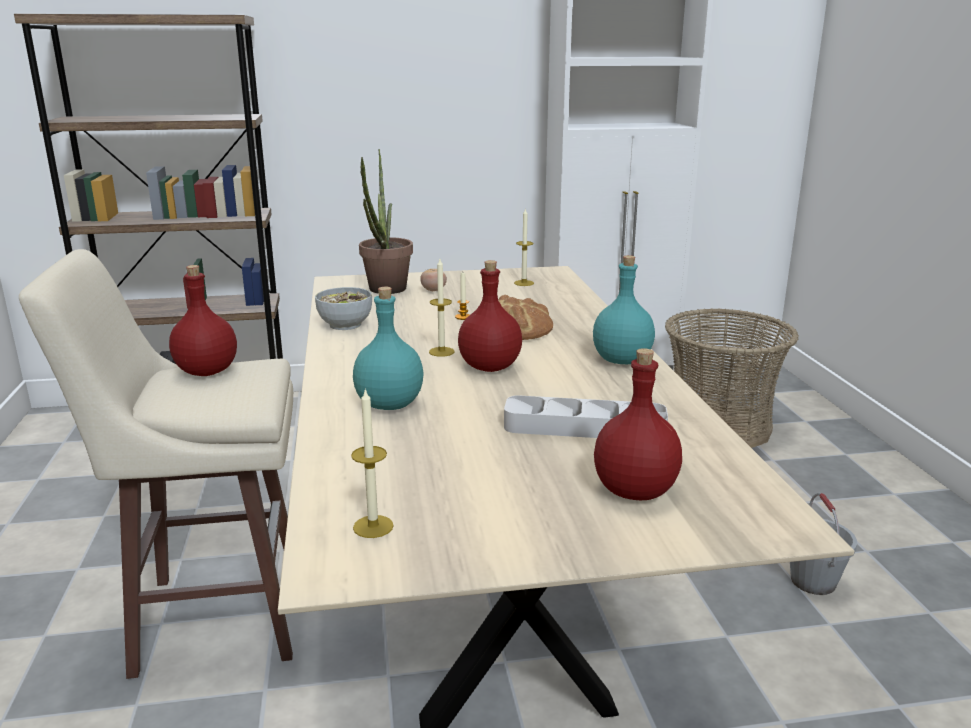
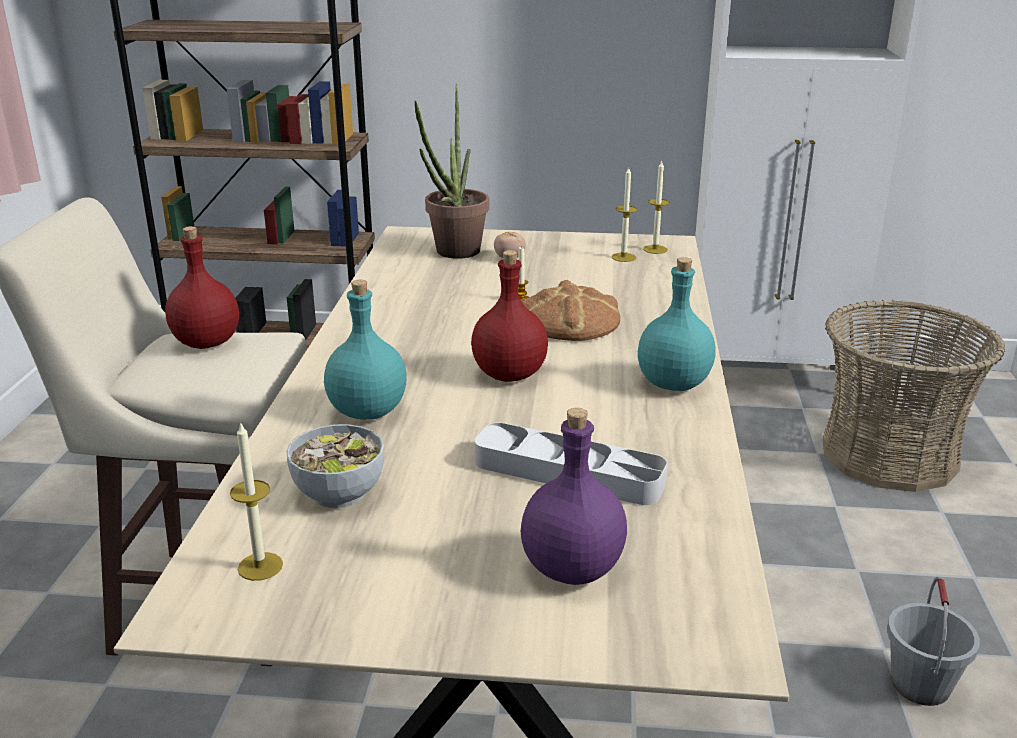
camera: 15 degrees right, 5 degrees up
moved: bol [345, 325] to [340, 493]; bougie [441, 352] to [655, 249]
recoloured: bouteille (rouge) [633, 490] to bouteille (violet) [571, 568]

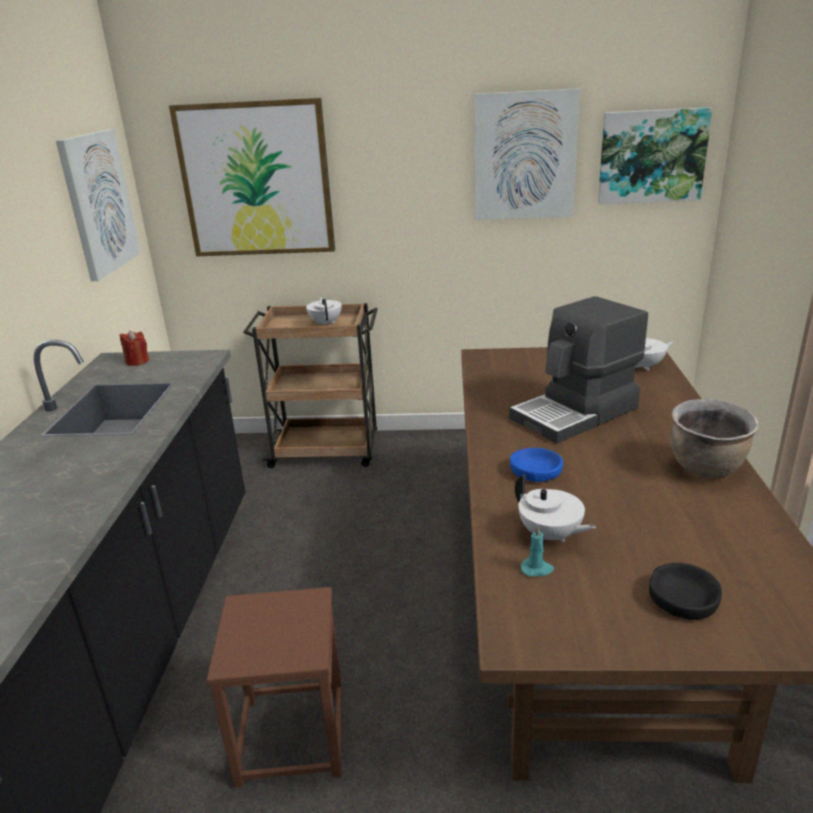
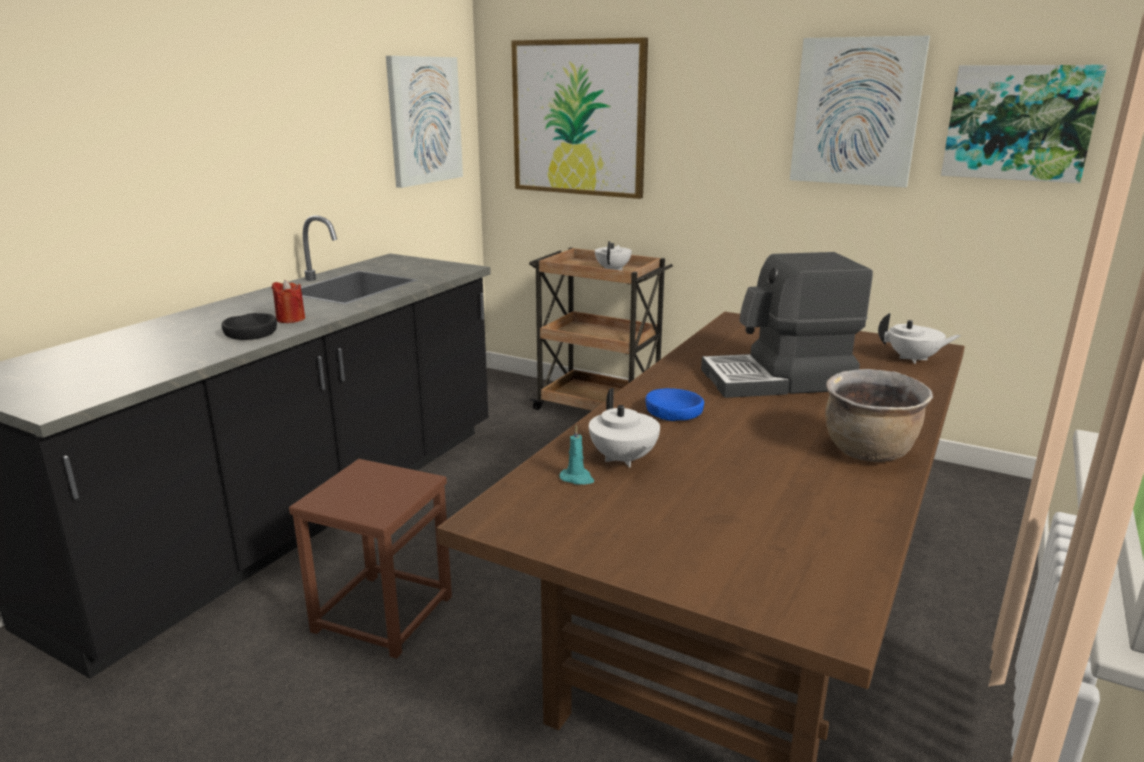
camera: 25 degrees right, 5 degrees down
moved: bougie (rouge) [137, 361] to [290, 319]; bol (noir) [682, 599] to [251, 333]

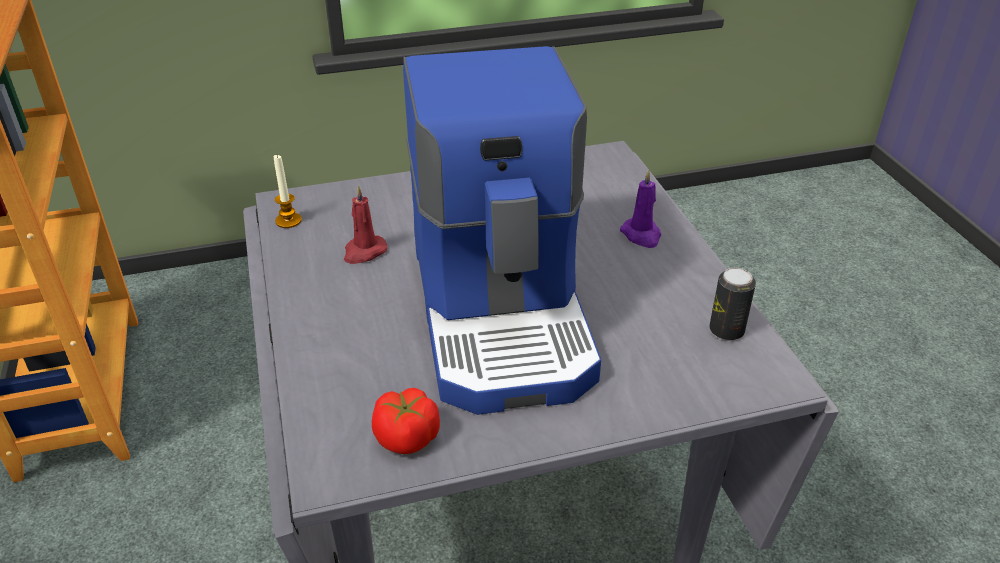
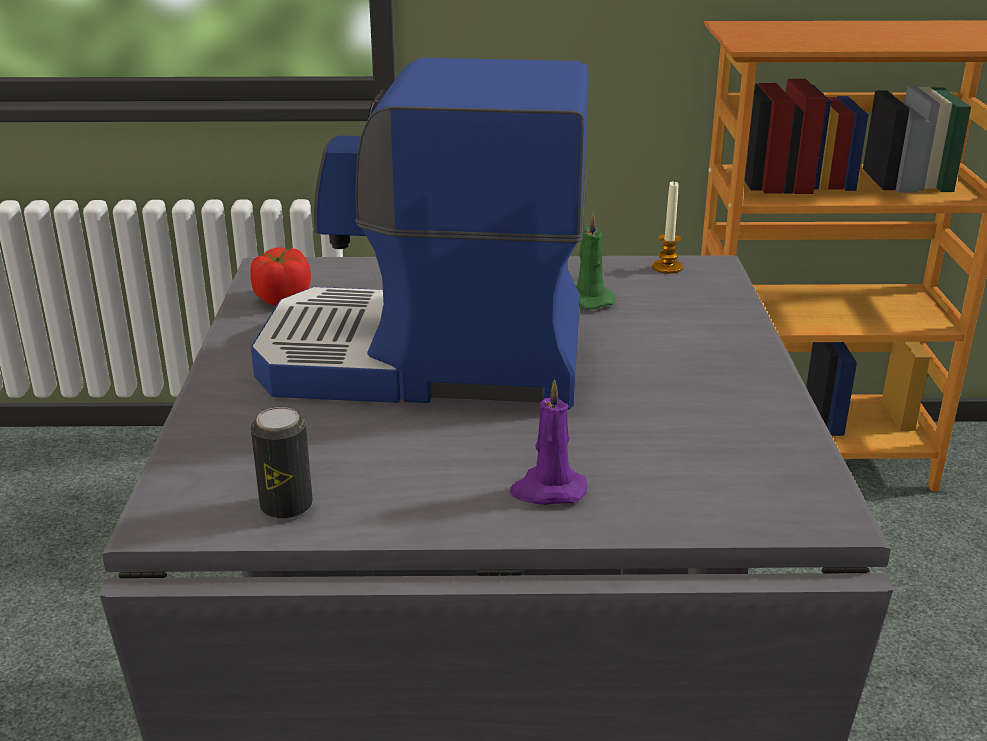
camera: 105 degrees right, 10 degrees down
recoloured: bougie (rouge) [364, 252] to bougie (vert) [587, 300]

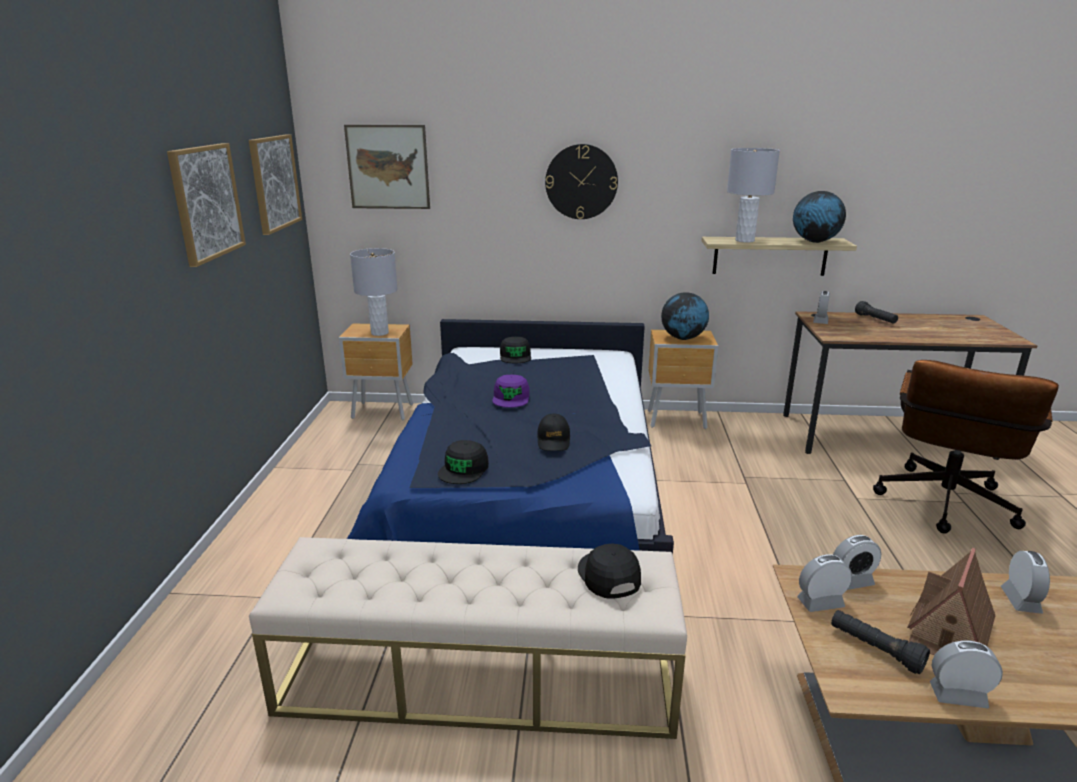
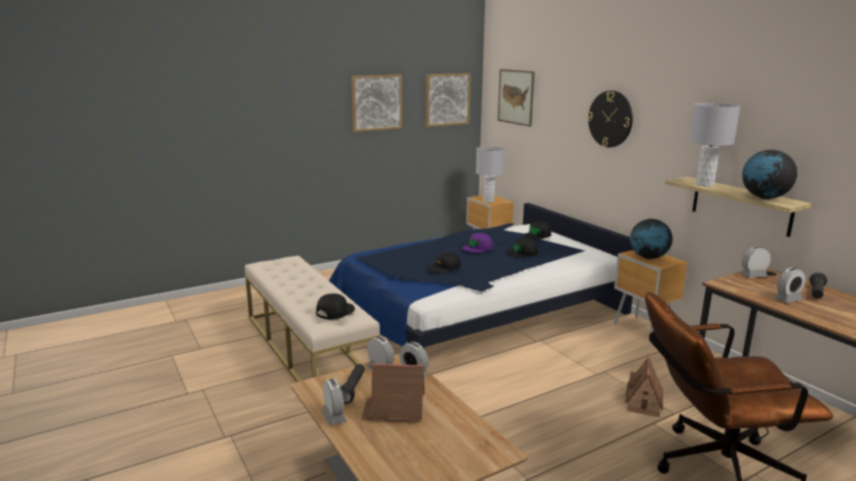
camera: 55 degrees right, 5 degrees down
added: maison miniature [643, 401]
moved: casquette (noir) [464, 469] to [522, 253]; réveil [1020, 600] to [787, 299]

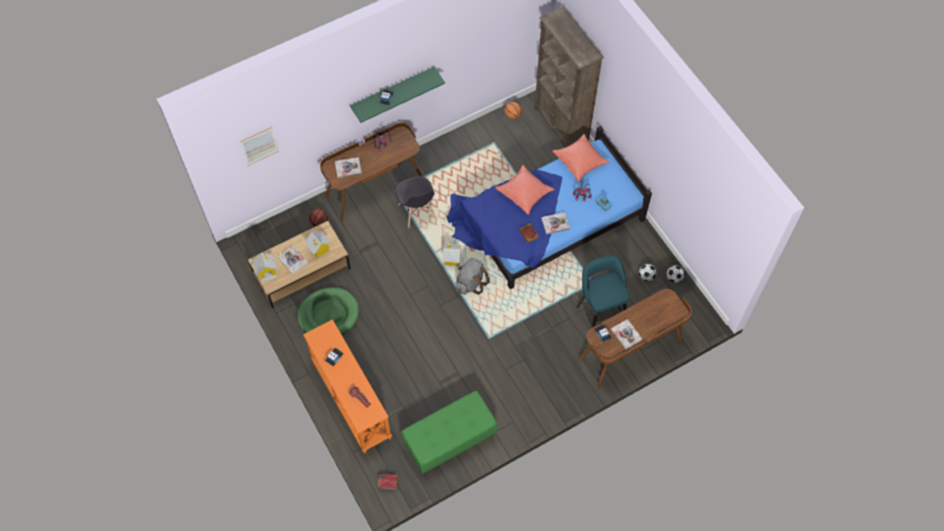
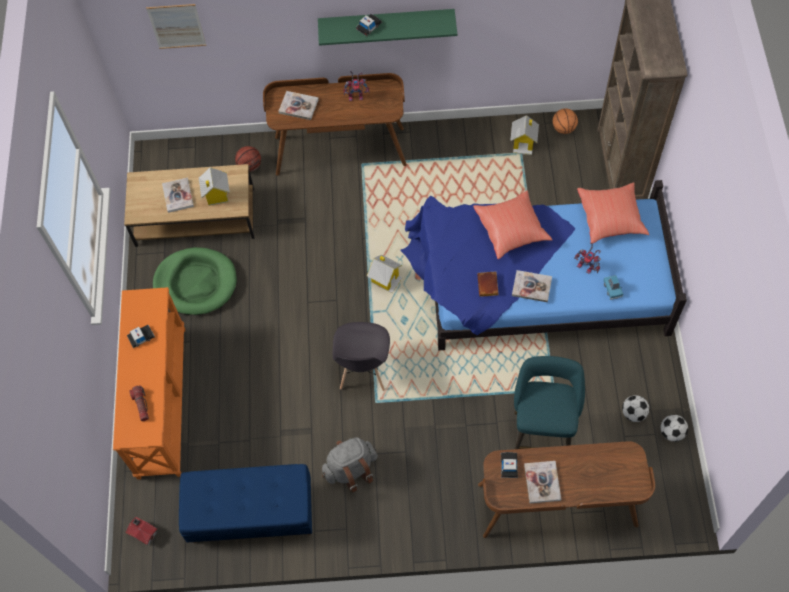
camera: 30 degrees right, 0 degrees up
moved: maison miniature [267, 271] to [523, 143]; chaise (gris) [416, 211] to [363, 371]; sac à dos (gris) [471, 283] to [351, 469]
recoloured: banc (vert) [449, 440] to banc (bleu) [251, 514]

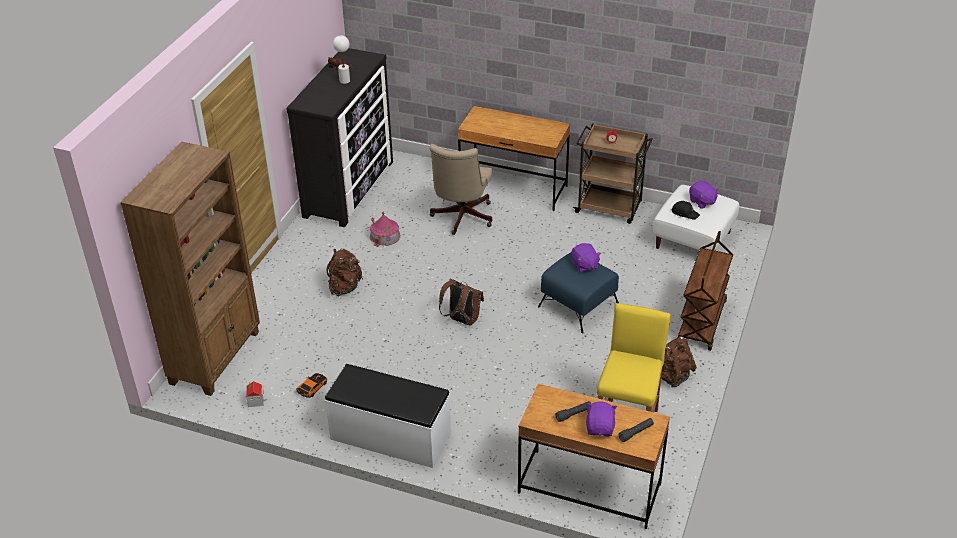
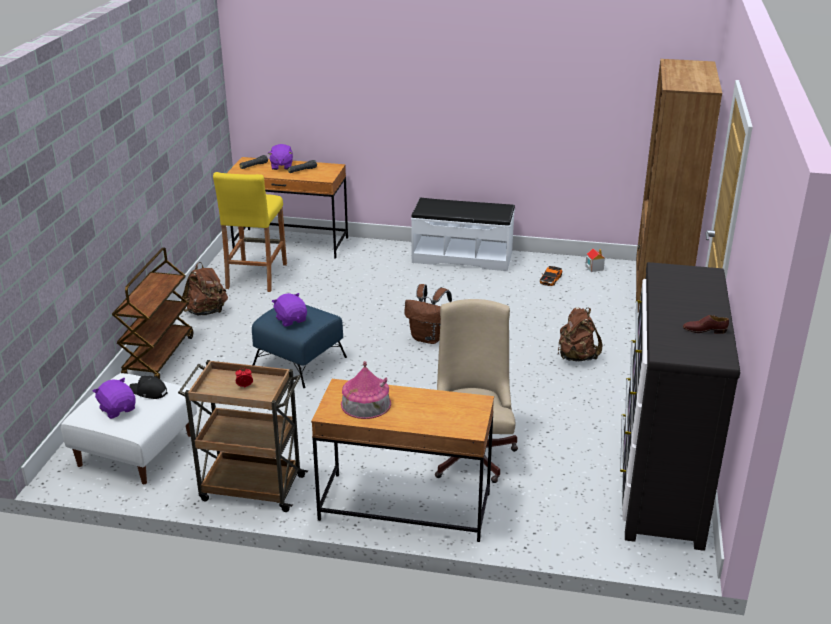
camera: 170 degrees right, 10 degrees down
removed: lampe de table (blanc) [345, 81]
moved: maison miniature [385, 236] to [366, 404]

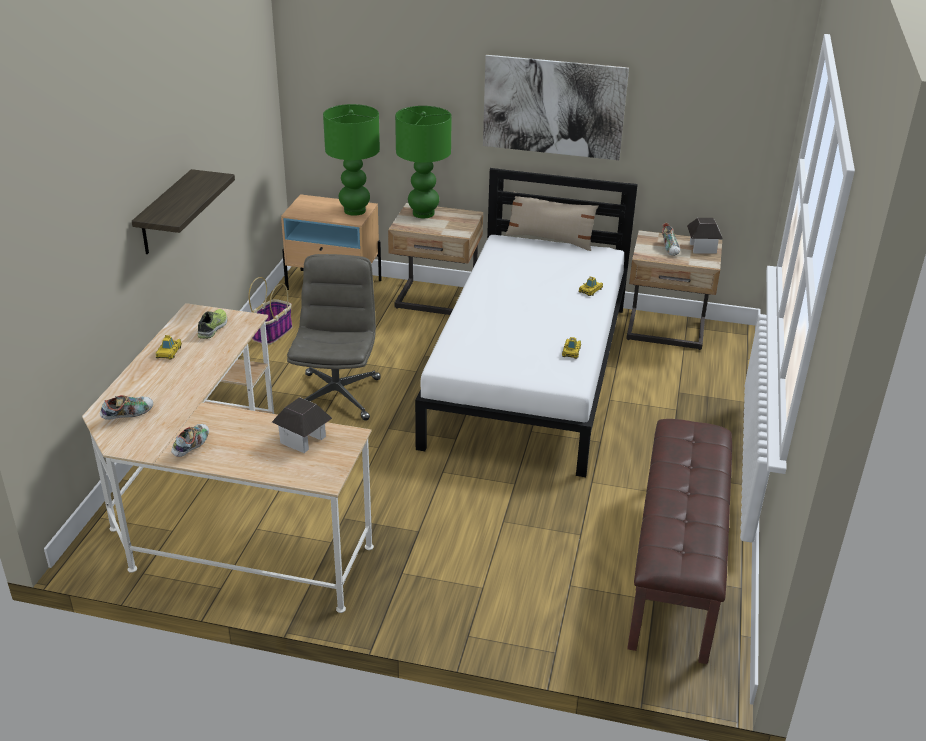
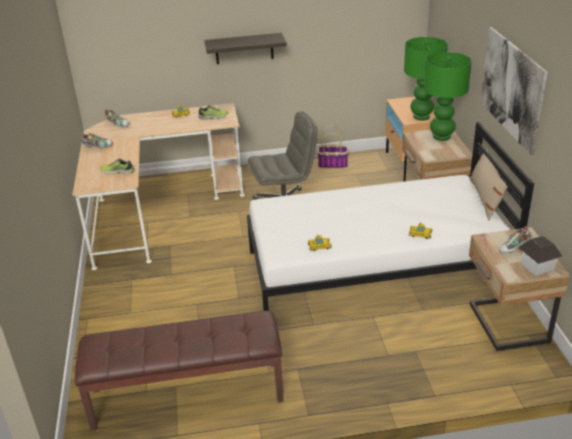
camera: 70 degrees right, 0 degrees up
replaced: maison miniature [303, 439] to chaussure [118, 171]

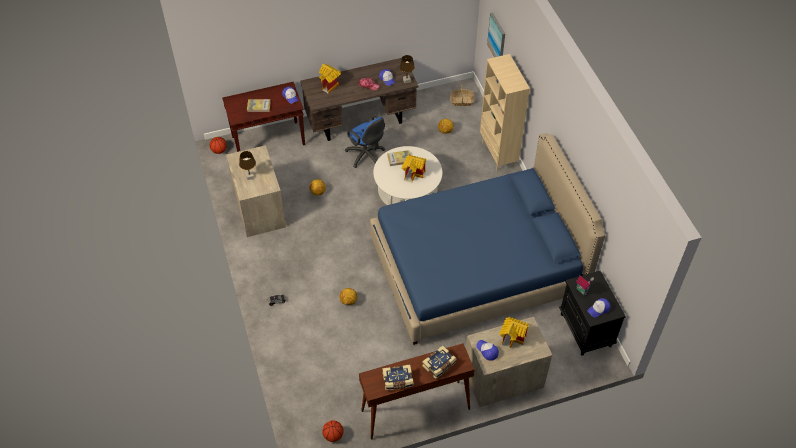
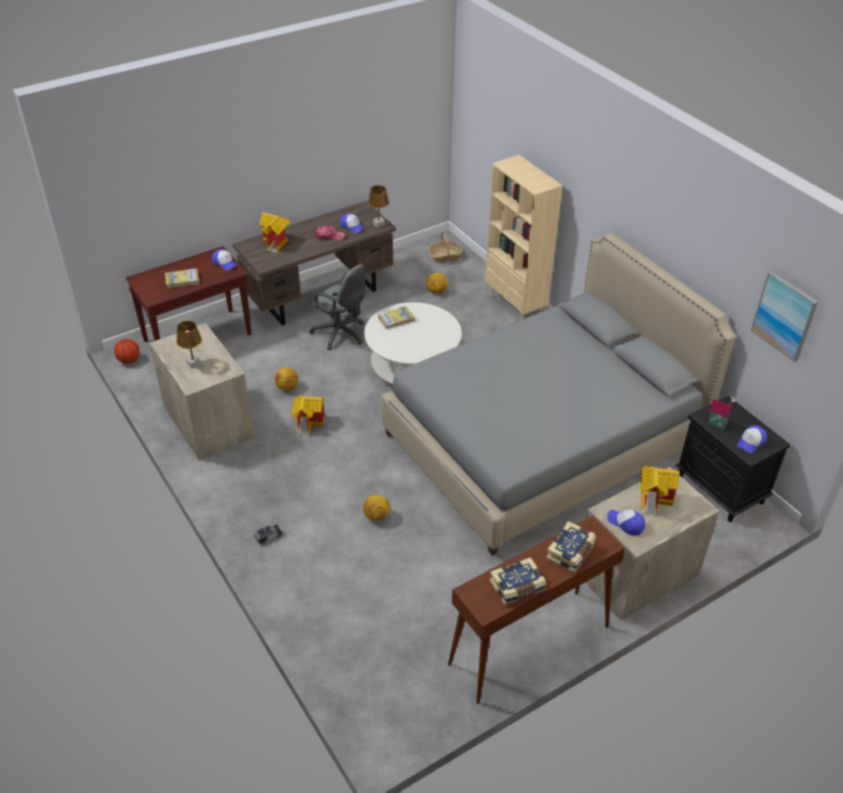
camera: 15 degrees left, 10 degrees down
removed: ballon de basket [333, 435]
moved: maison miniature [414, 174] to [309, 423]; tableau [497, 38] to [785, 316]
recoloured: chaise de bureau (bleu) [366, 156] to chaise de bureau (gris) [341, 334]; lit (bleu) [477, 268] to lit (gris) [542, 440]

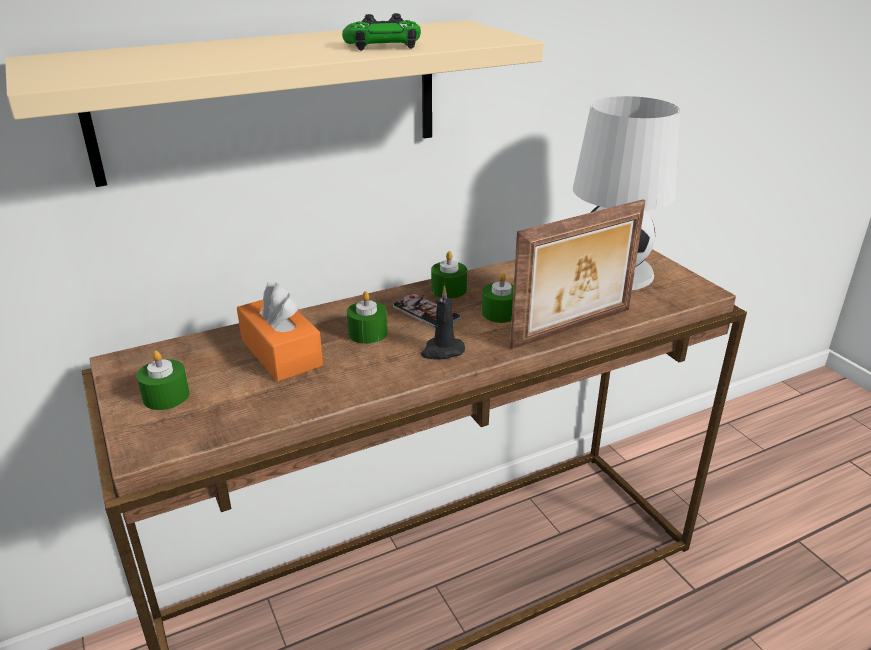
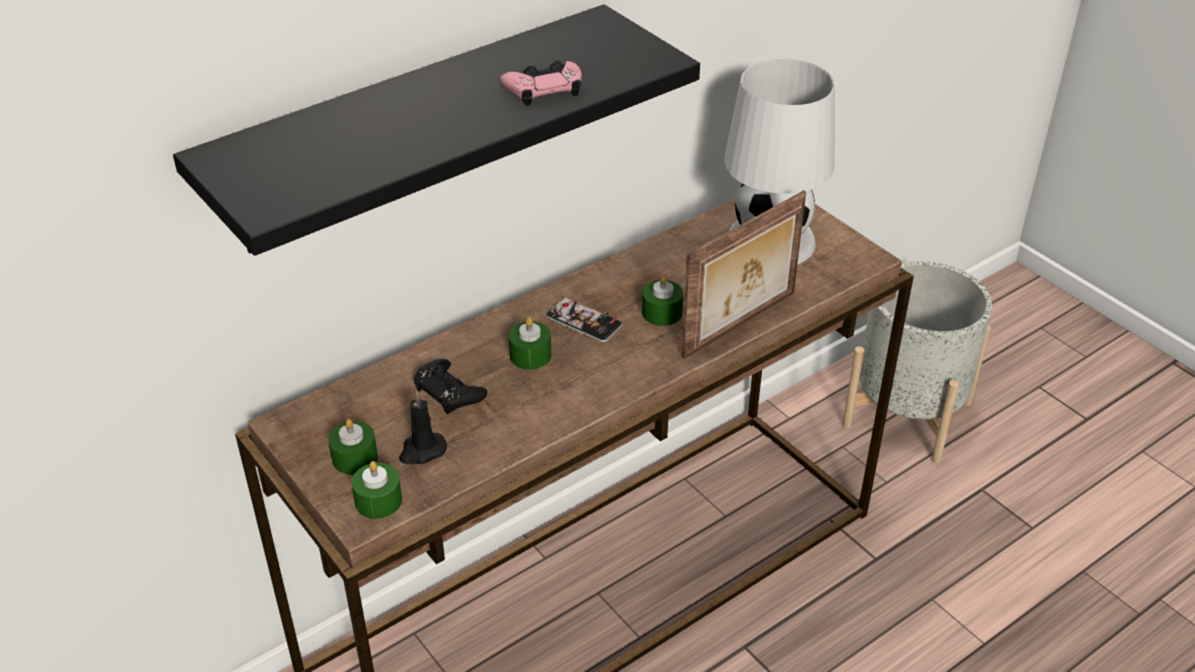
camera: 10 degrees left, 10 degrees up
added: cache-pot (gris) [907, 414]
moved: bougie (noir) [442, 351] to [422, 451]; bougie (vert) [448, 290] to [378, 501]
replaced: boîte à mouchoirs (orange) [281, 353] to manette (noir) [449, 391]
recoloured: étagère (beige) [271, 100] to étagère (noir) [412, 129]; manette (vert) [383, 45] to manette (rose) [544, 89]

